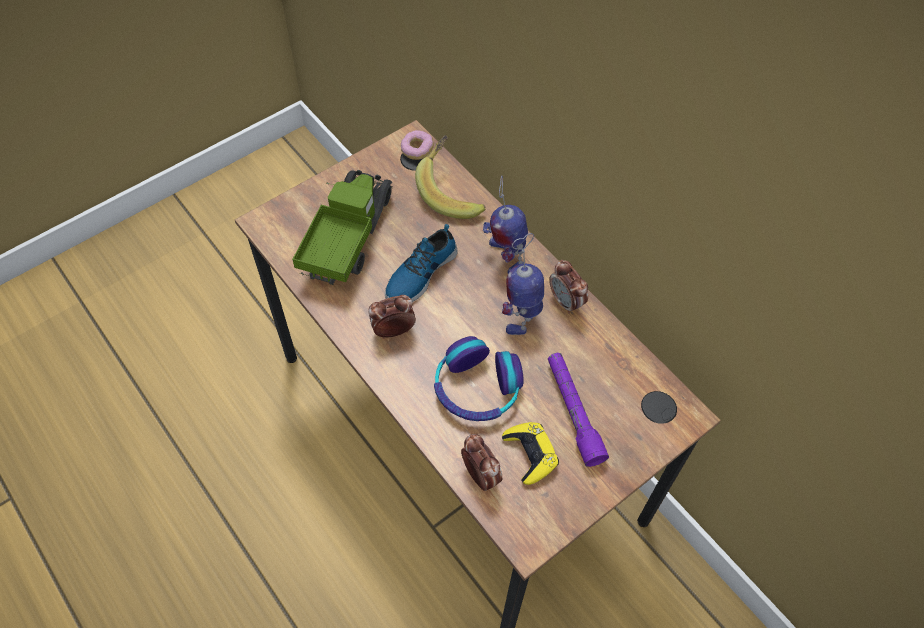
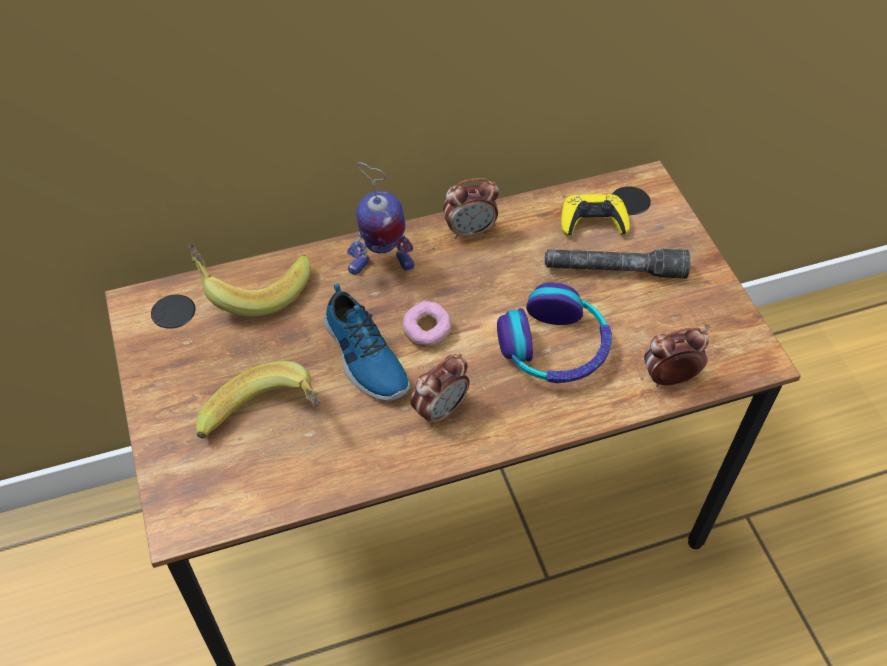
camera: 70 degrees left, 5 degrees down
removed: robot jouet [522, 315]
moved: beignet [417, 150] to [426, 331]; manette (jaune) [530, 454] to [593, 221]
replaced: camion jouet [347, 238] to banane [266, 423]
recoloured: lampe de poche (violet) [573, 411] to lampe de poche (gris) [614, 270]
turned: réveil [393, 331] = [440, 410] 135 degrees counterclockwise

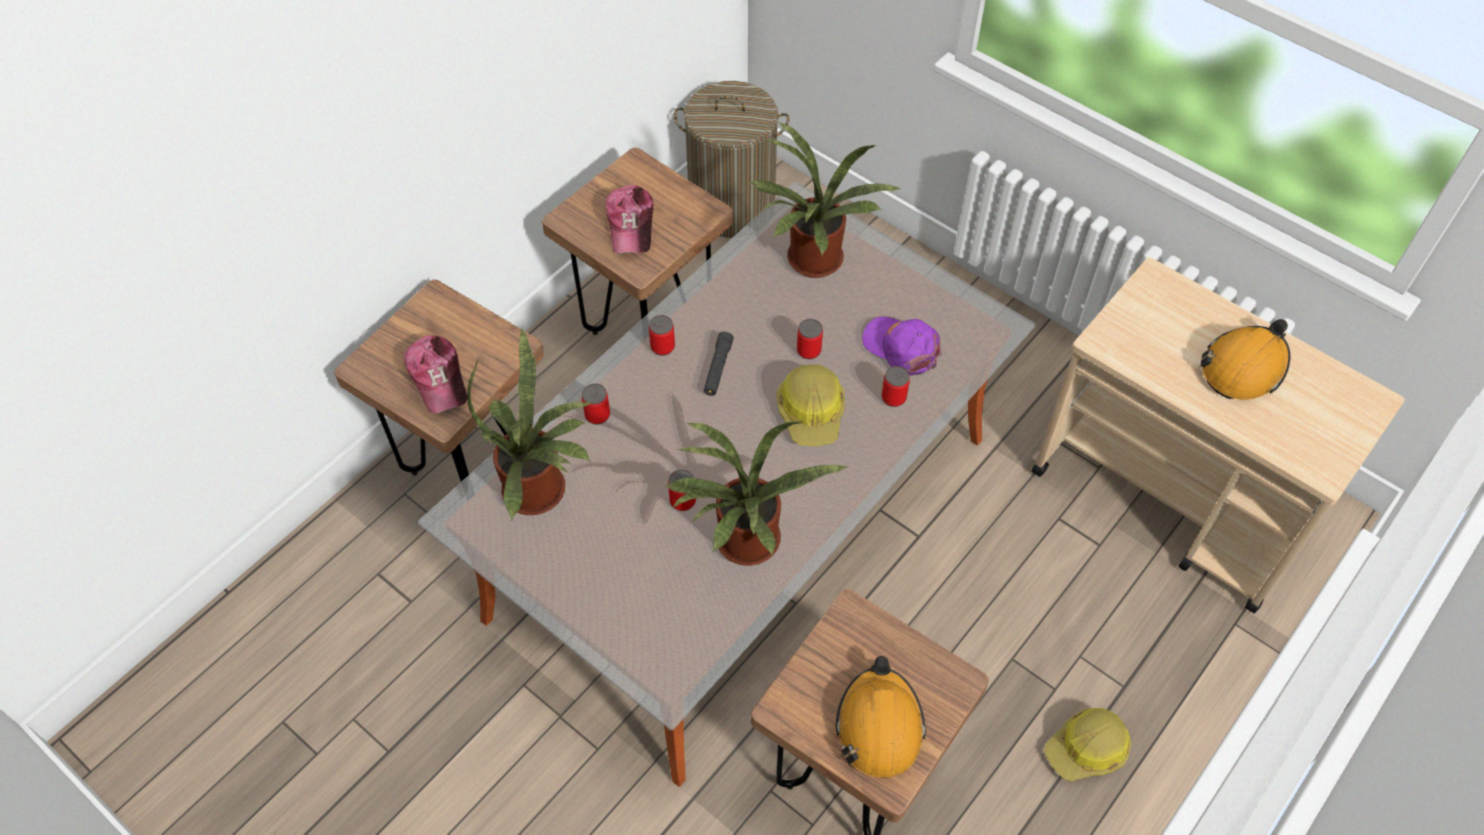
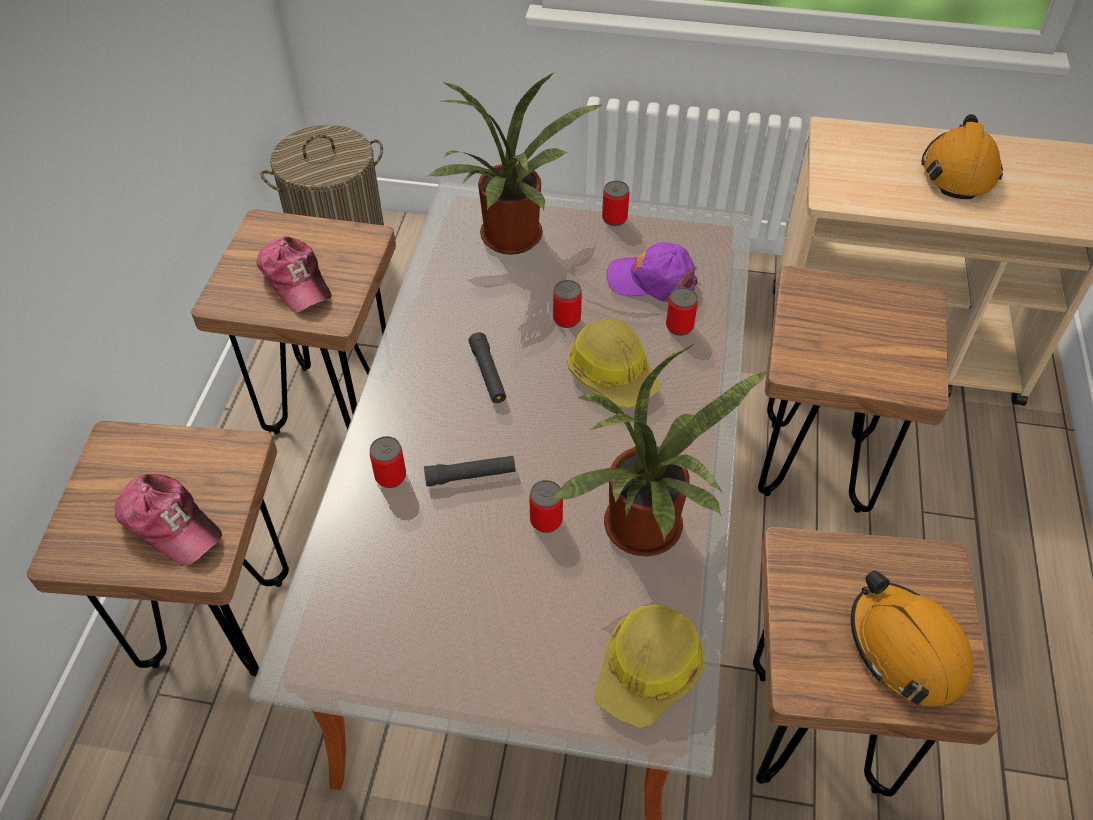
camera: 30 degrees left, 5 degrees down
removed: plante en pot [541, 491]
added: lampe de poche (noir) [470, 475]; tabouret (marron) [815, 466]
moved: boîte métallique [662, 347] to [614, 218]; casque de chantier [1087, 749] to [648, 670]

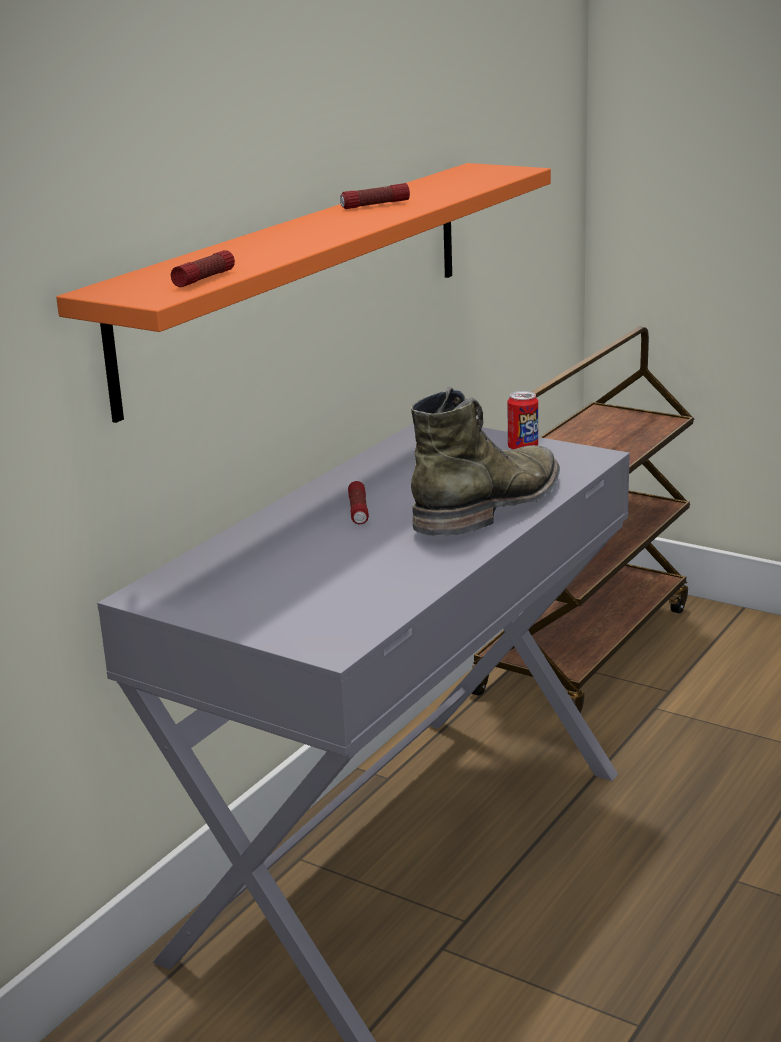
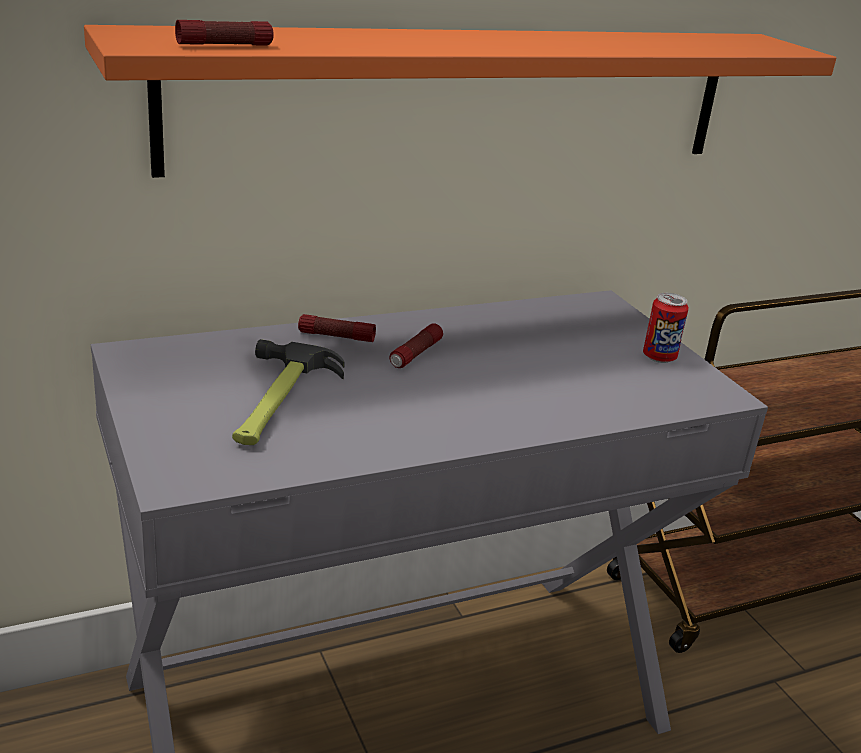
camera: 30 degrees right, 5 degrees up
removed: botte (vert) [491, 506]
added: marteau [276, 401]
moved: lampe de poche [375, 205] to [336, 337]

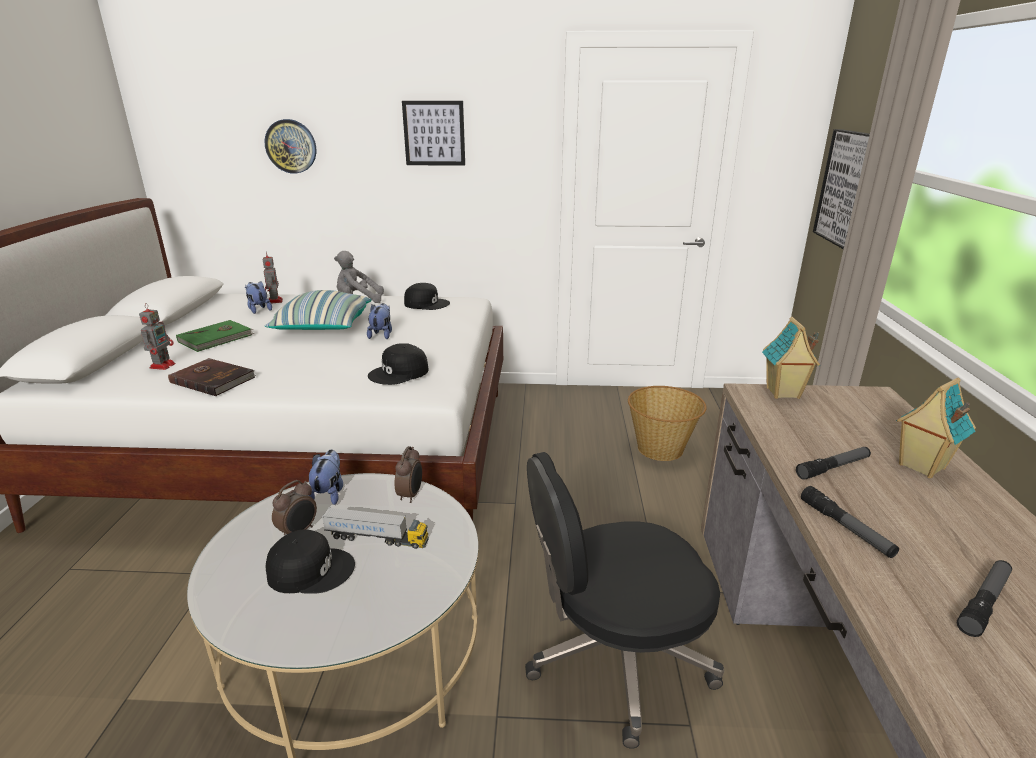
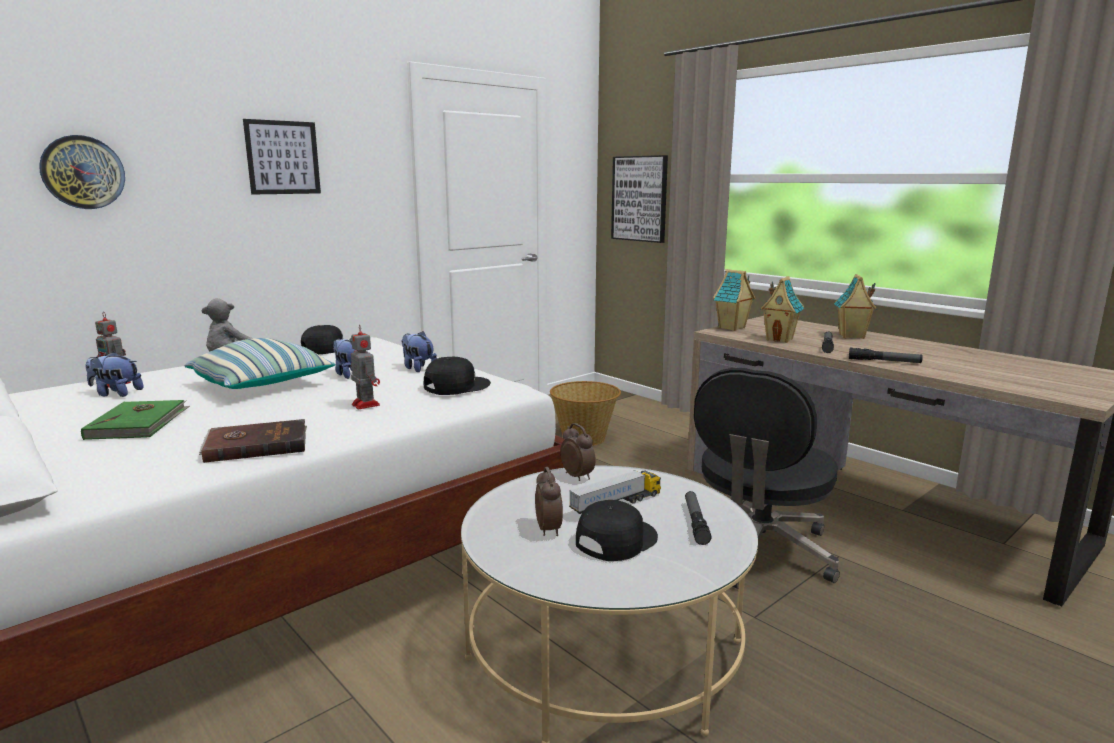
camera: 45 degrees left, 10 degrees down
added: maison miniature [780, 339]
moved: robot jouet [163, 365] to [365, 404]; peluche [329, 493] to [418, 368]; lampe de poche [984, 602] to [695, 522]
turned: casquette (noir) [399, 373] = [456, 386] 135 degrees counterclockwise

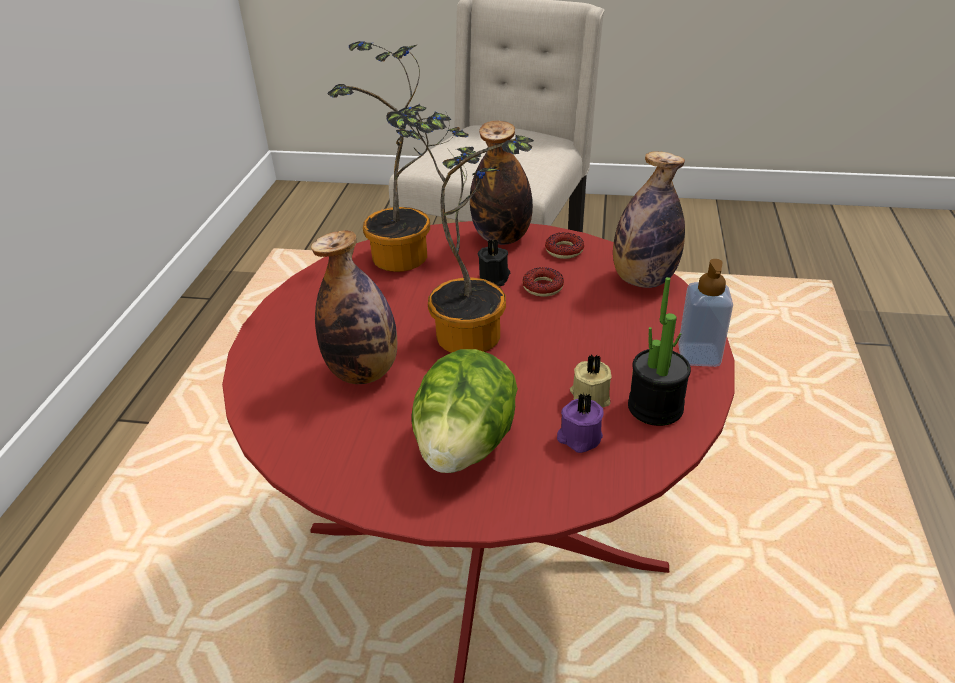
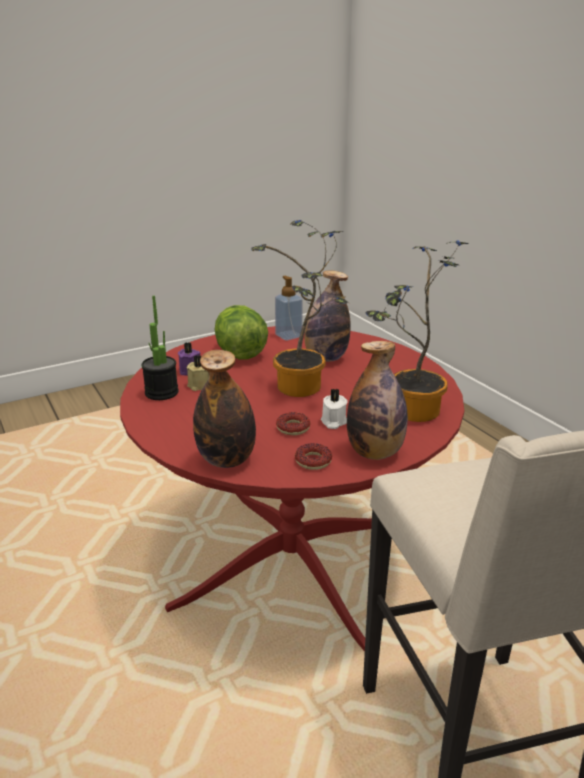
camera: 140 degrees right, 10 degrees down
moved: distributeur de savon [699, 355] to [288, 336]
recoloured: bougie (noir) [495, 277] to bougie (blanc) [333, 422]

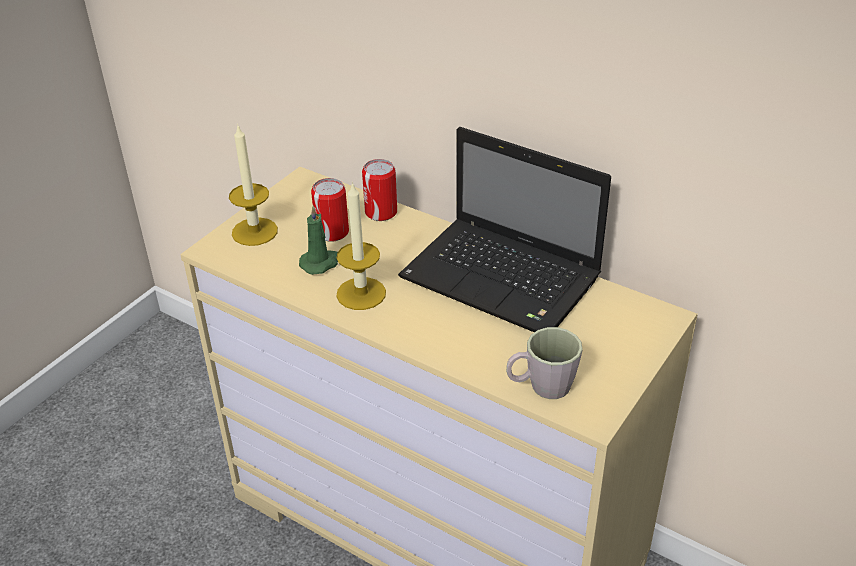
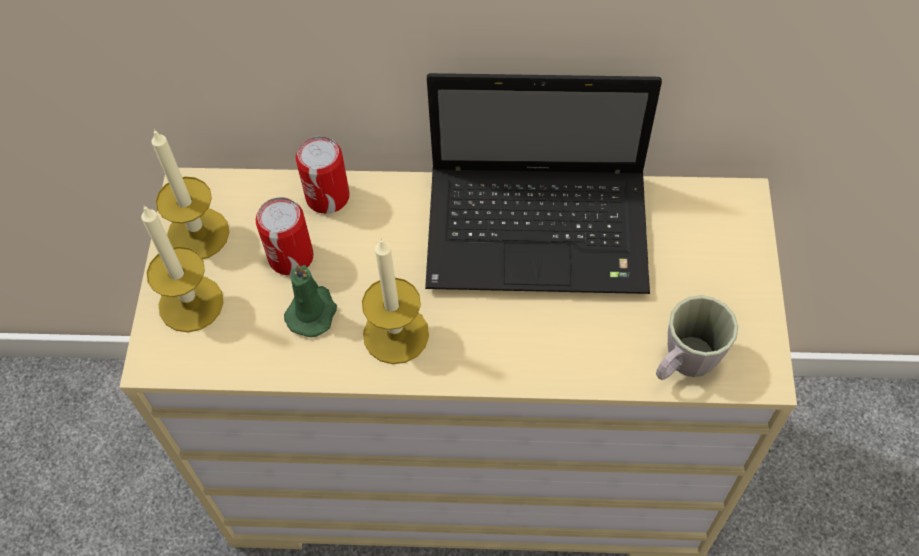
camera: 30 degrees left, 20 degrees up
added: bougie [198, 234]

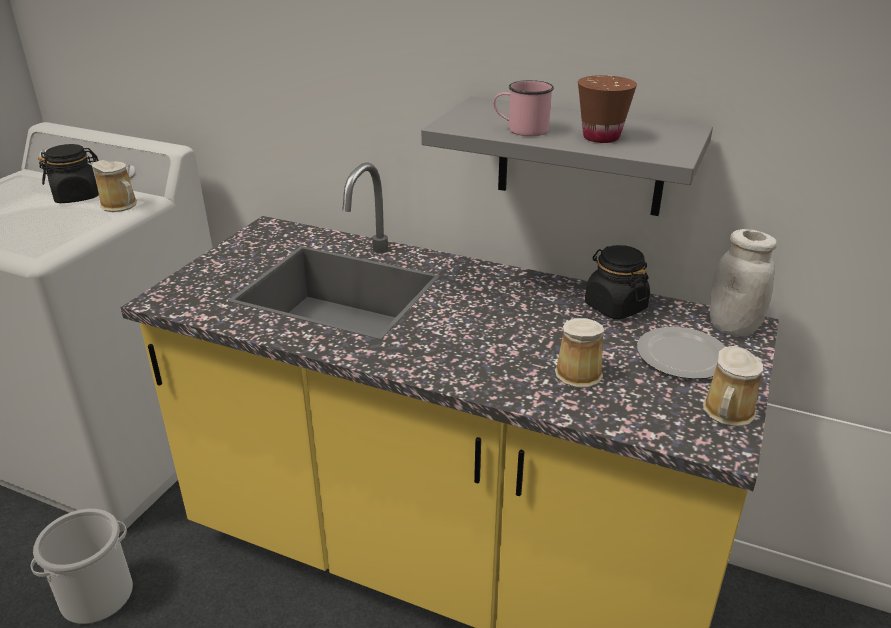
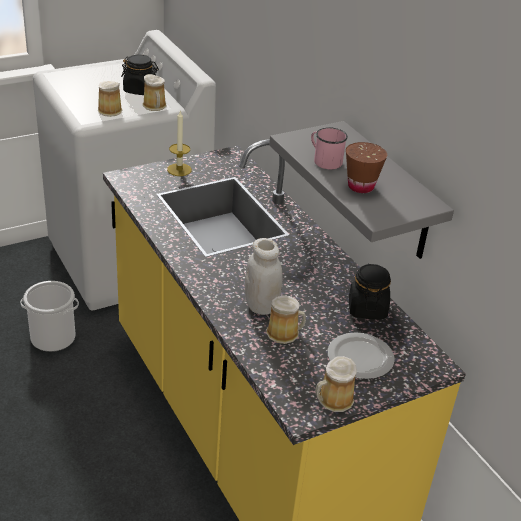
camera: 35 degrees right, 5 degrees up
added: mug [110, 110]; bougie [179, 169]
moved: bocal (blanc) [733, 327] to [261, 306]

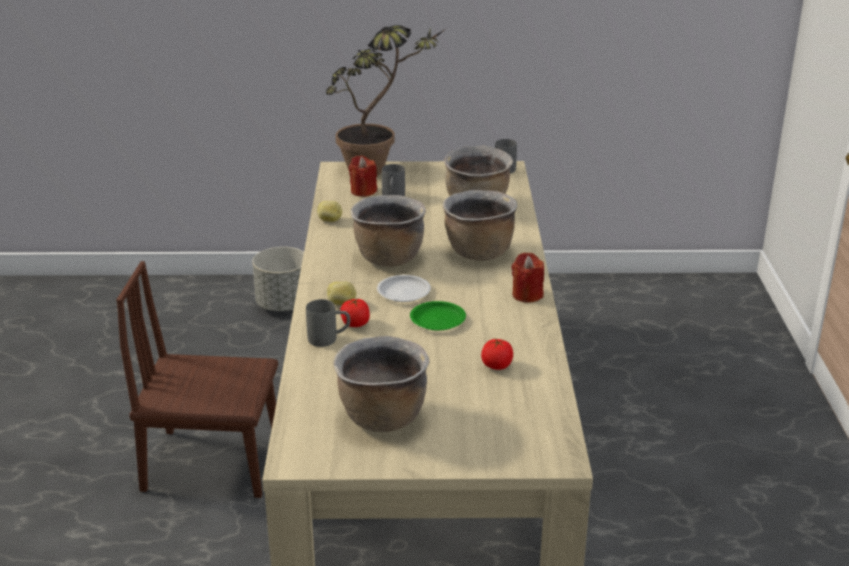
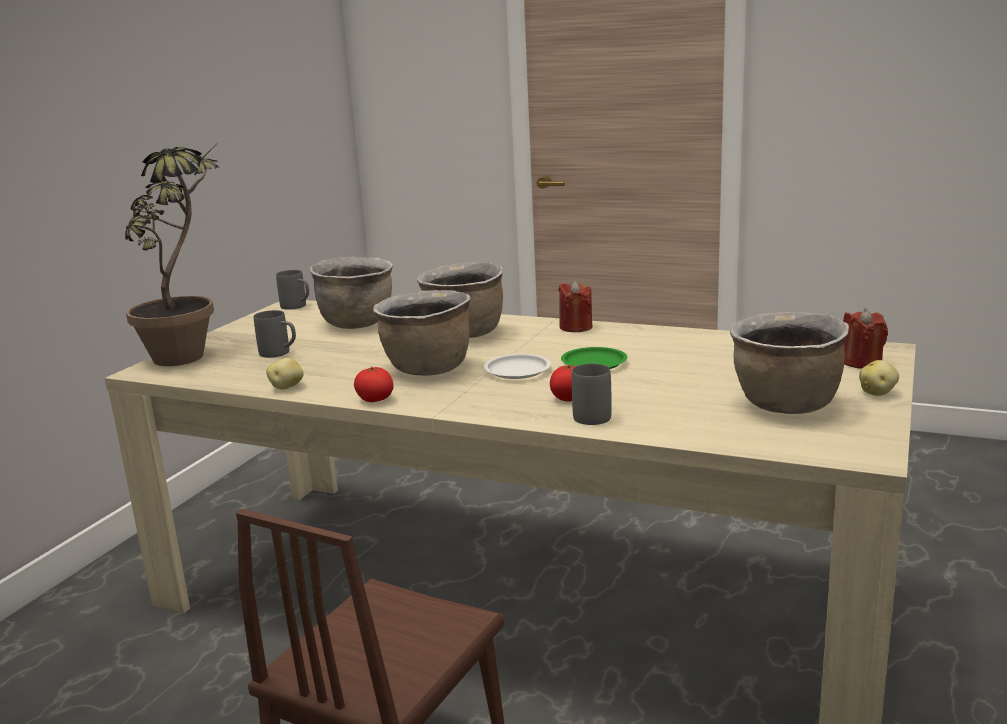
camera: 65 degrees left, 10 degrees down
removed: cache-pot (gris) [283, 304]
moved: pomme de terre [342, 303] to [878, 393]; bougie (rouge) [363, 191] to [861, 362]; tomate [496, 366] to [375, 399]

